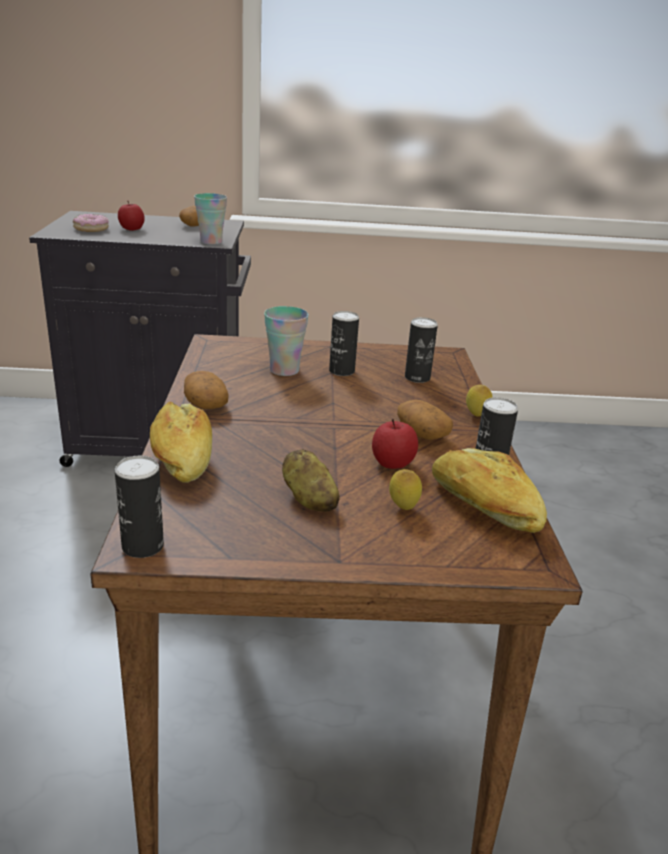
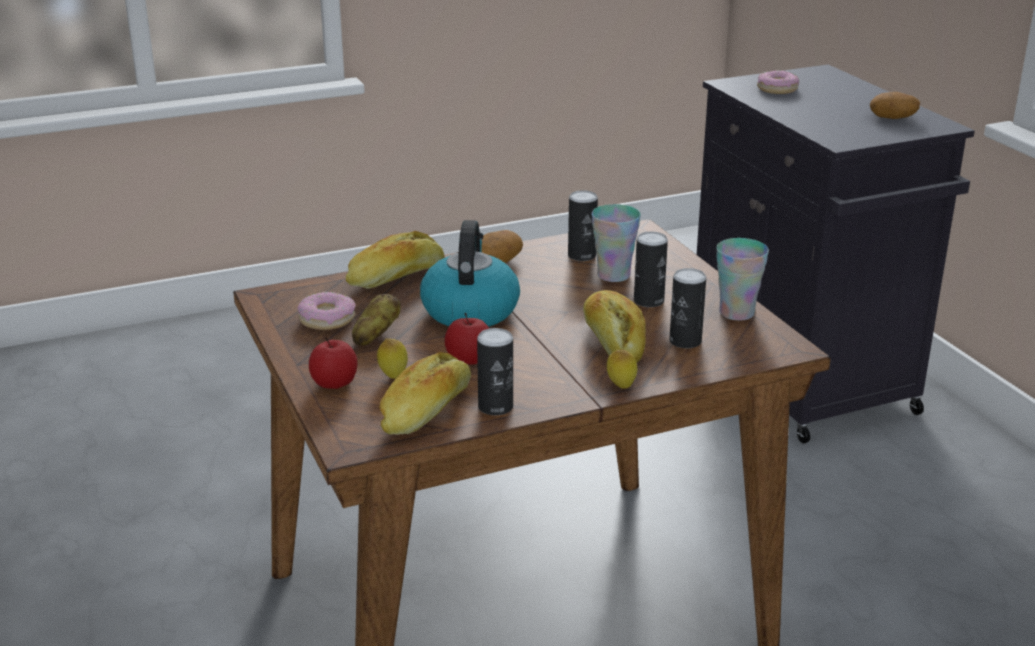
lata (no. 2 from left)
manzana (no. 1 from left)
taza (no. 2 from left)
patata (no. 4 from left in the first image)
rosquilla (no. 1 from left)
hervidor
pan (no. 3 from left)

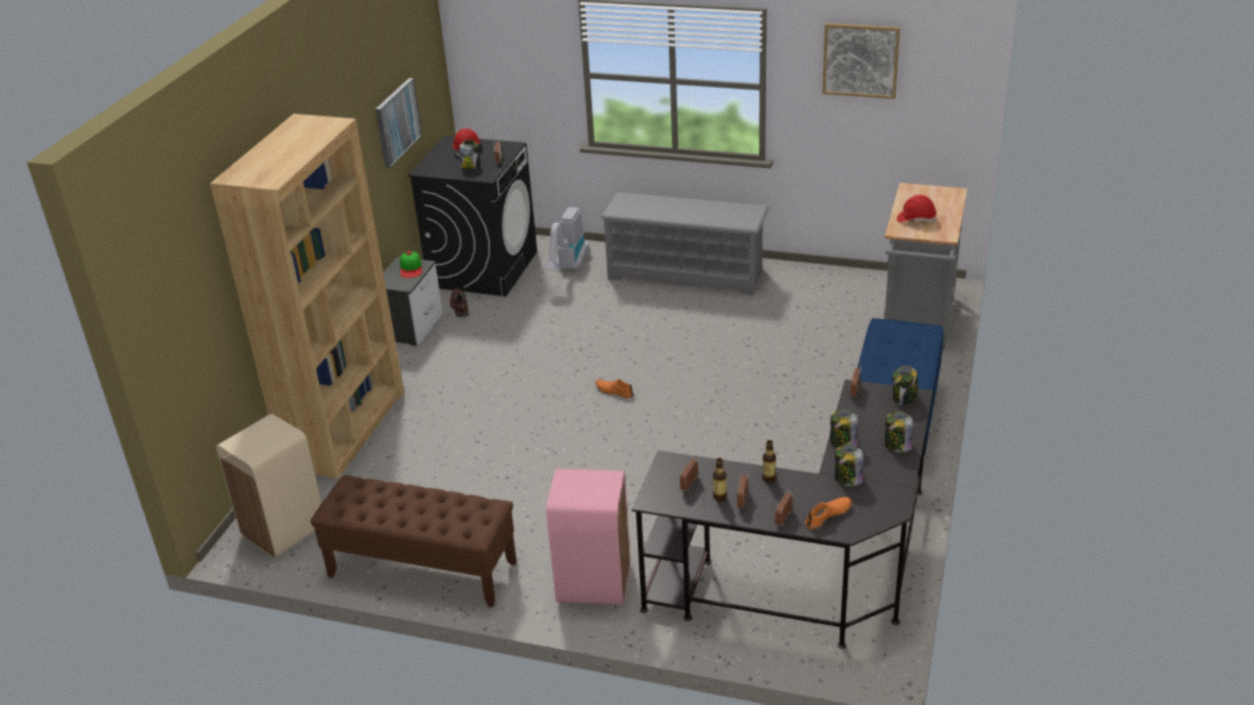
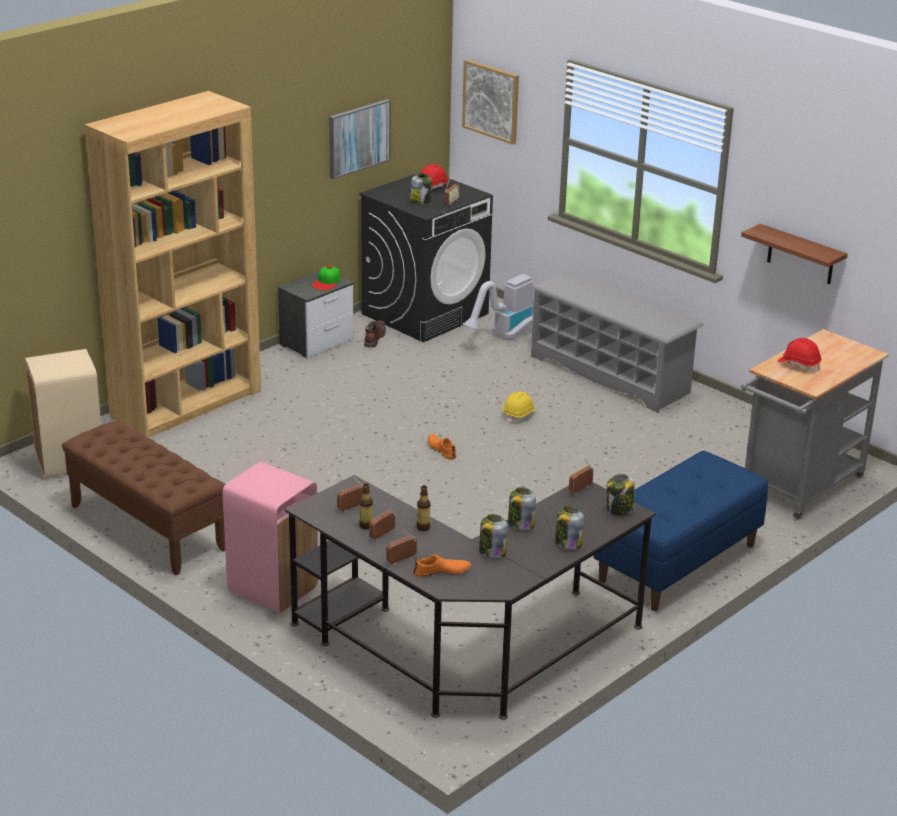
cuadro (no. 2 from left)
casco [amarillo]
estante

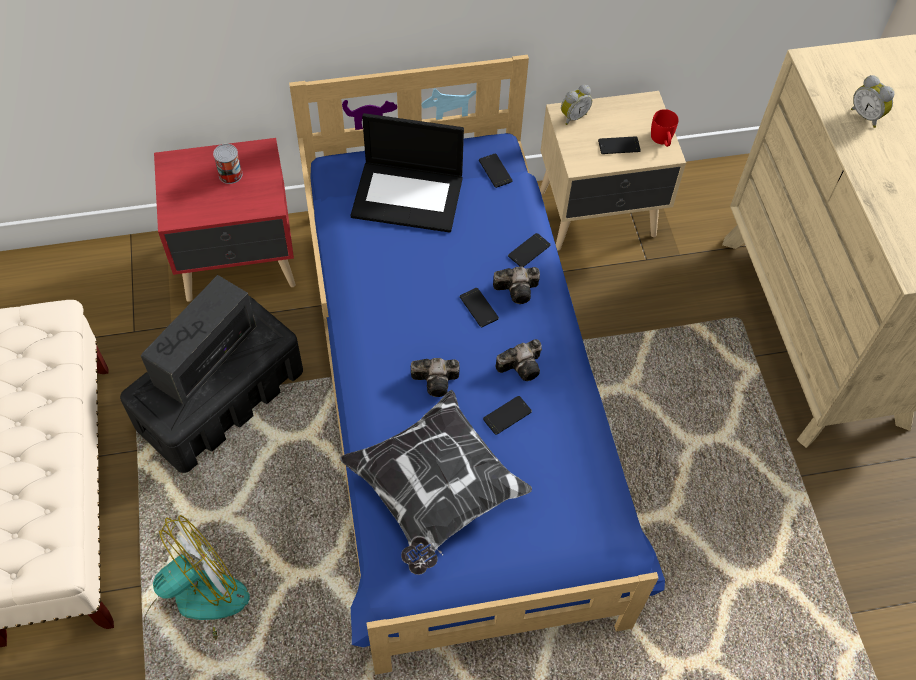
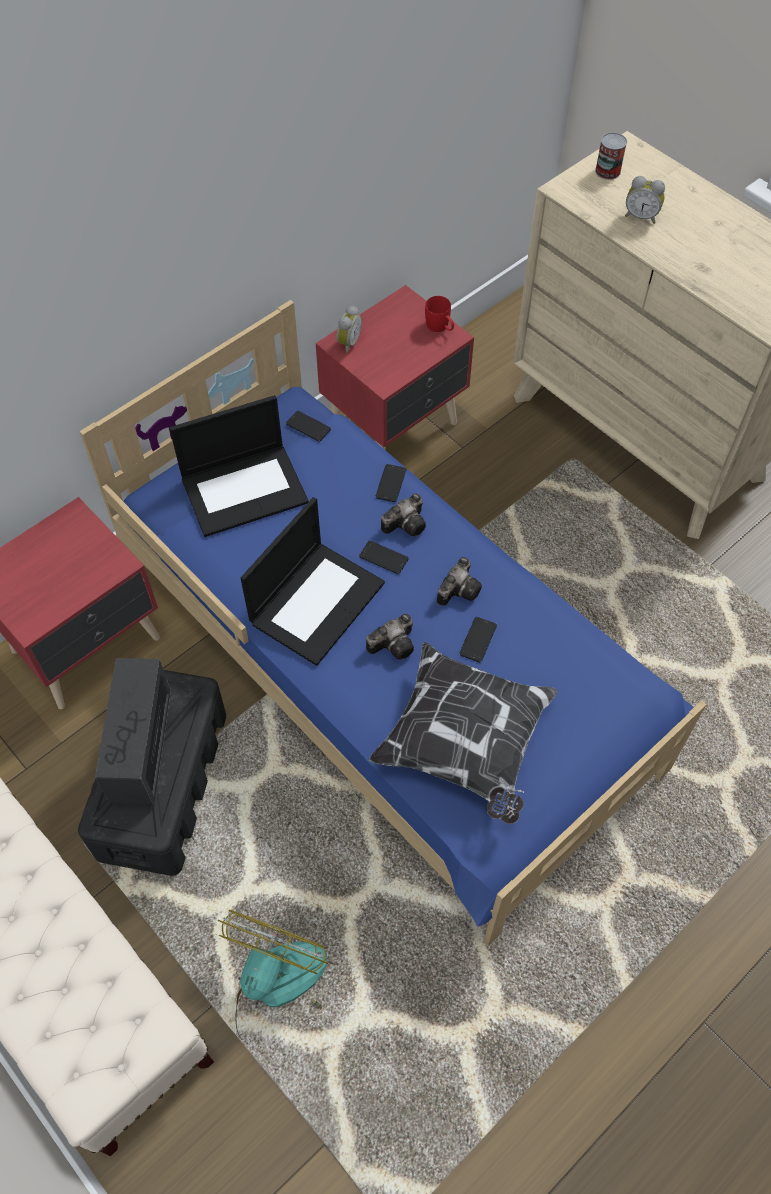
lata
mesita de noche [rojo] (no. 2 from left)
móvil (no. 5 from left in the first image)
portátil (no. 2 from left)

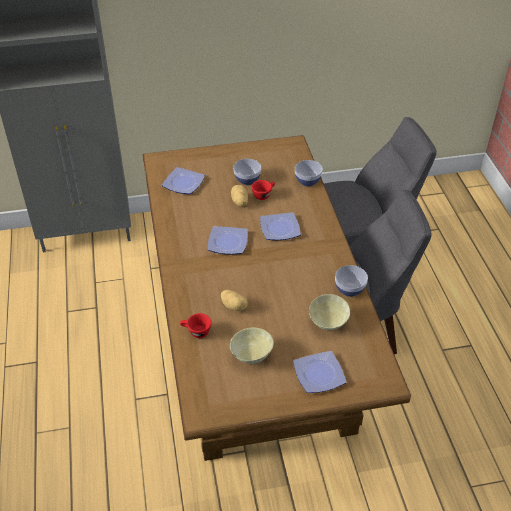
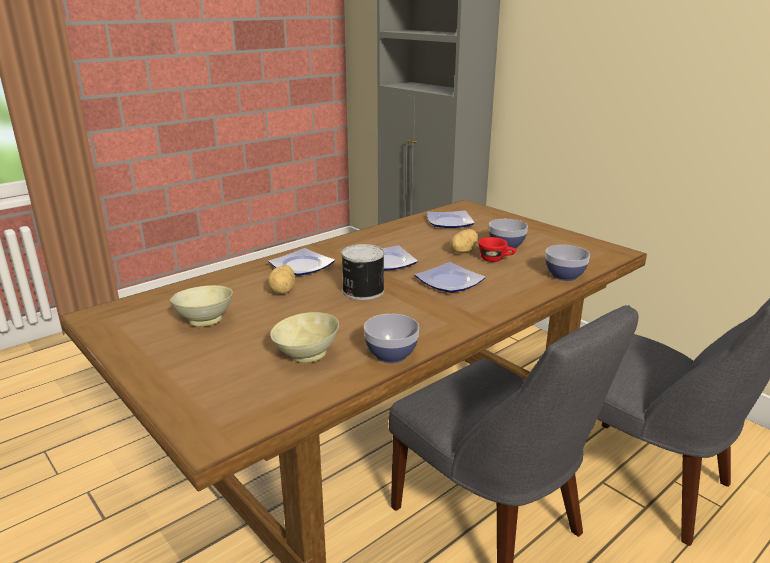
taza [rojo] (no. 1 from left in the first image)
plato (no. 1 from left)
lata

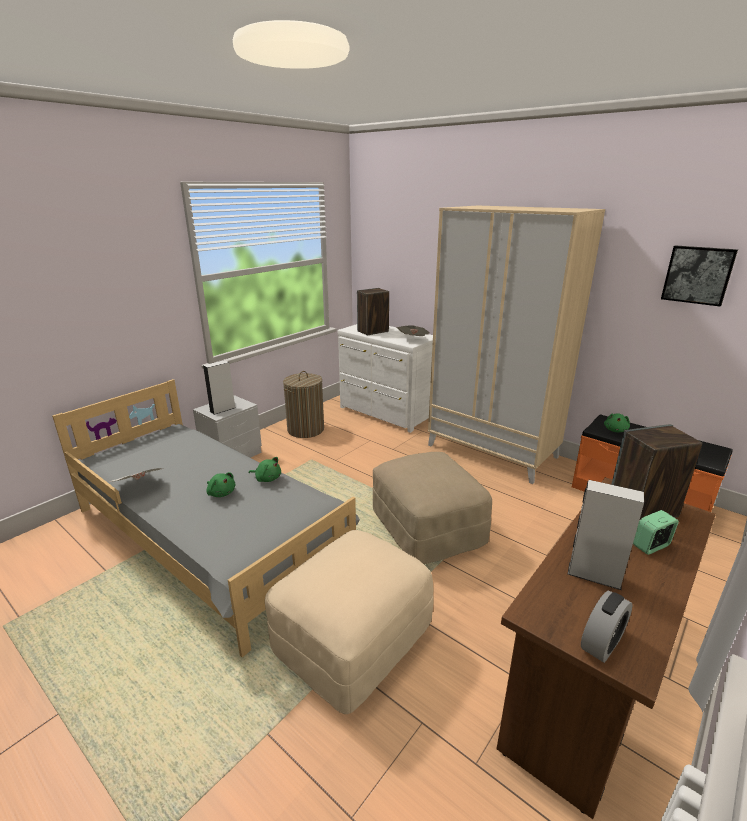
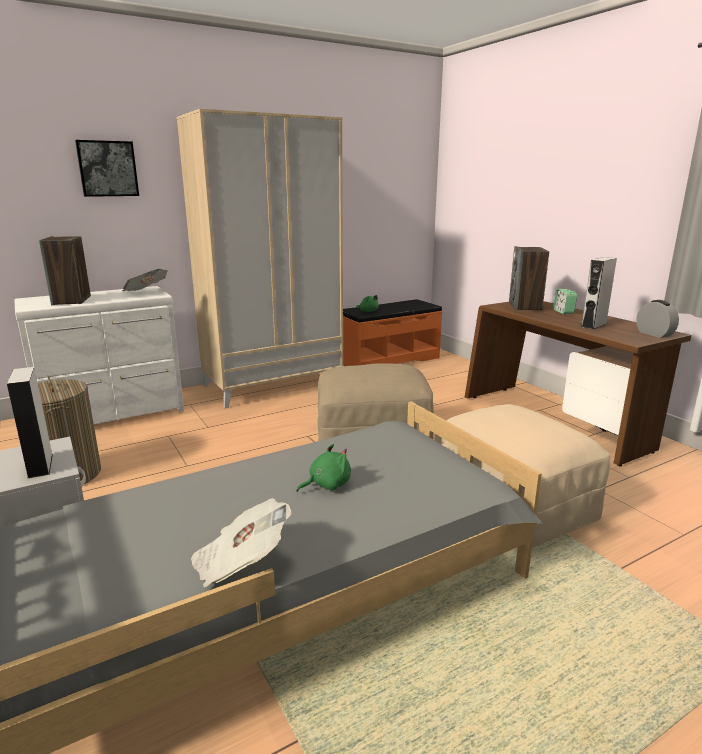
peluche [verde] (no. 2 from left in the first image)
cuadro

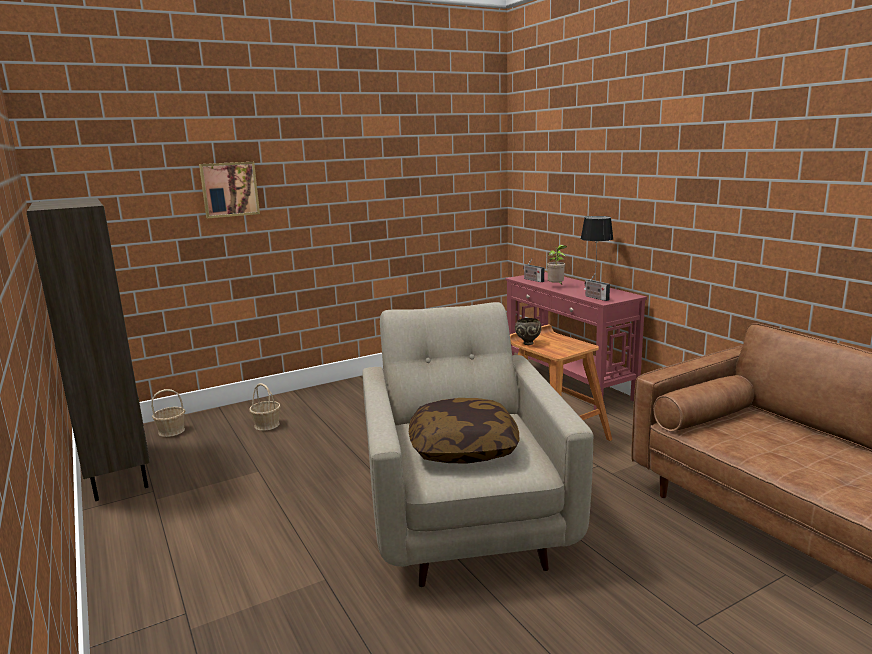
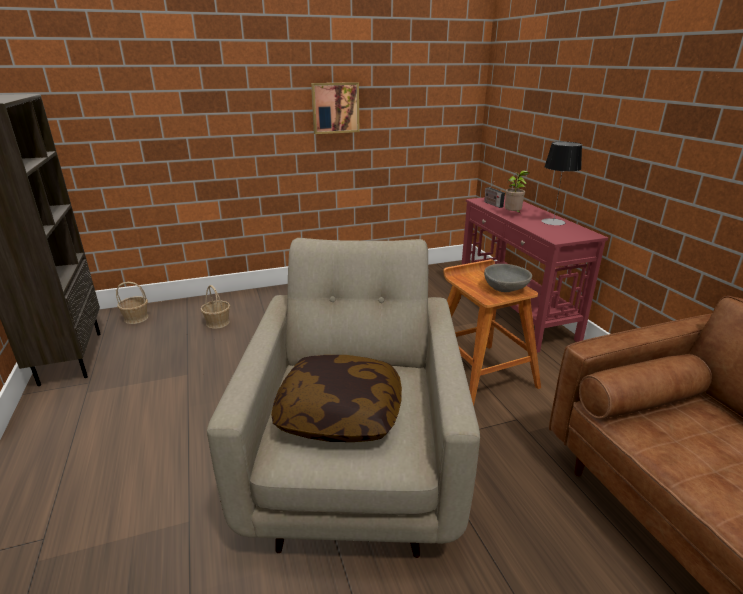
cuadro
cuenco [marrón]
radio (no. 2 from left in the first image)
cuenco [gris]

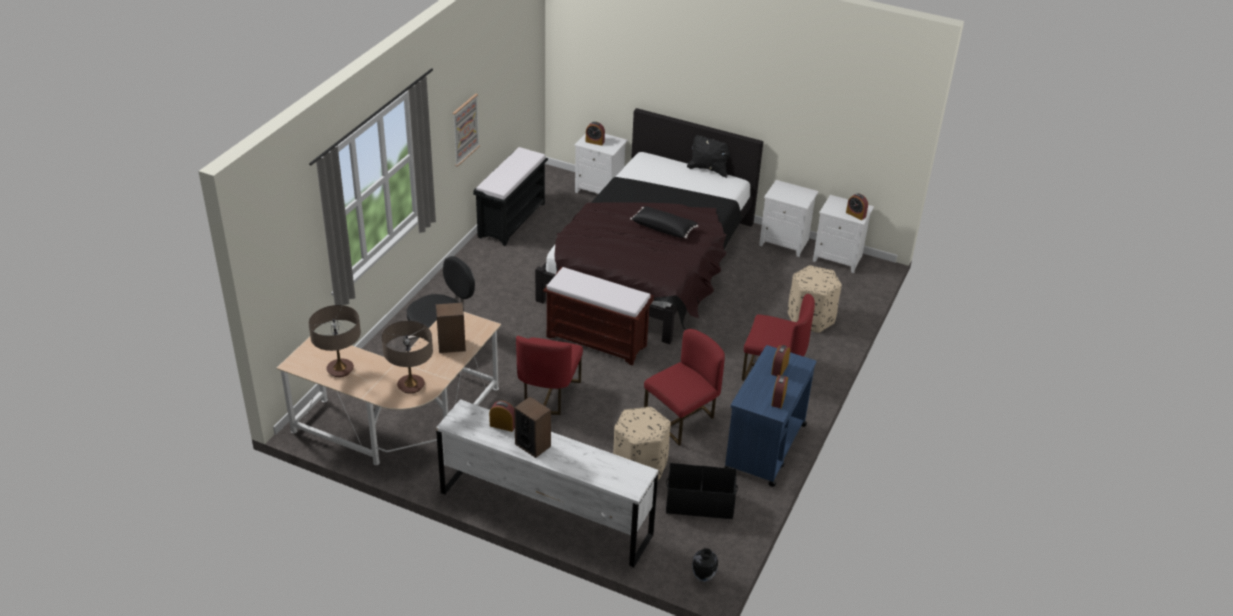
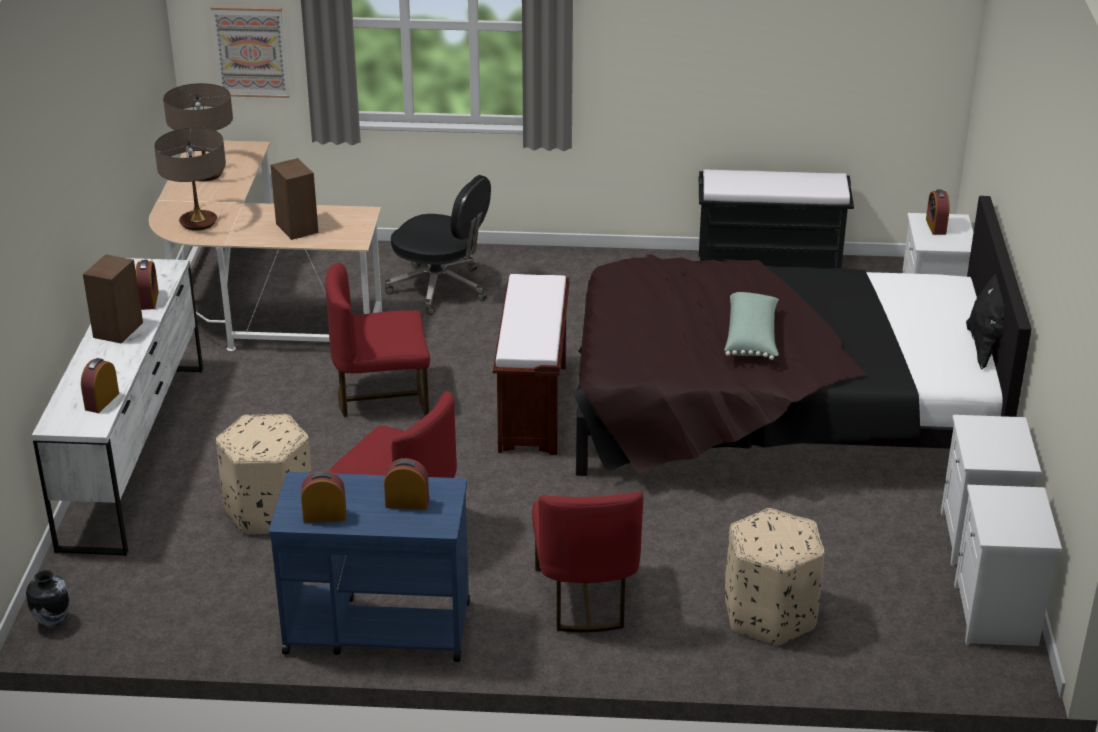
cuadro
cojín [verde]
caja de almacenaje [negro]
despertador (no. 1 from left)

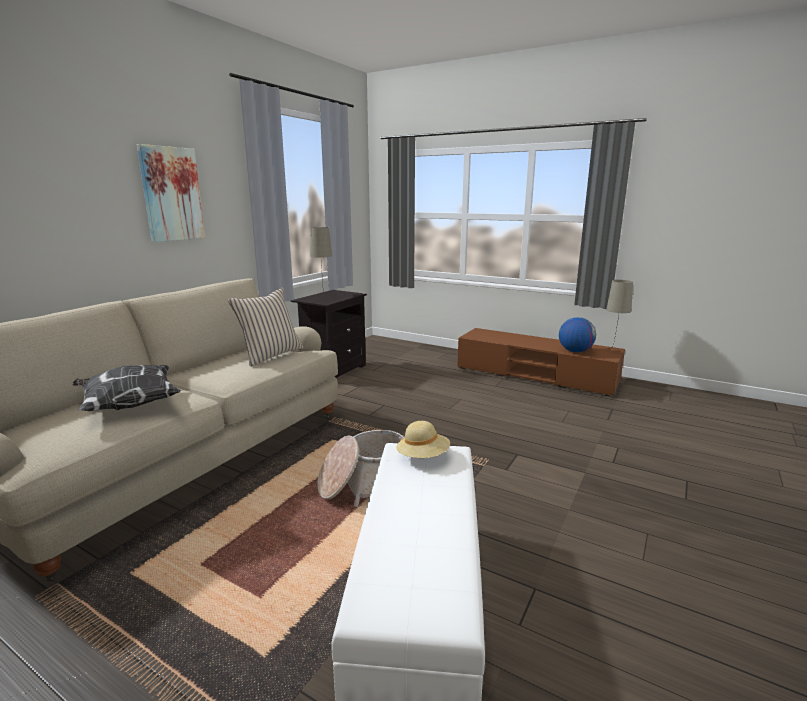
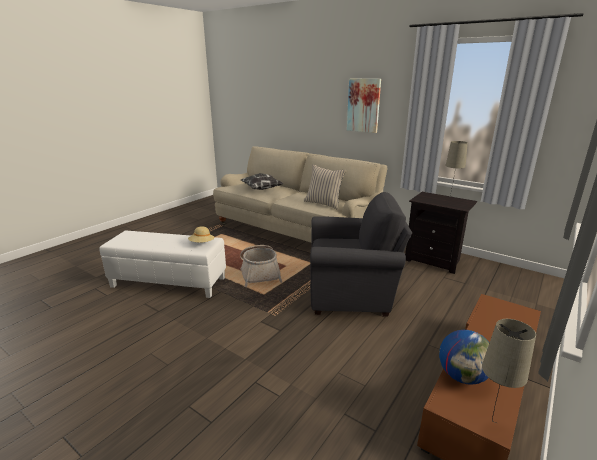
sillón [gris]

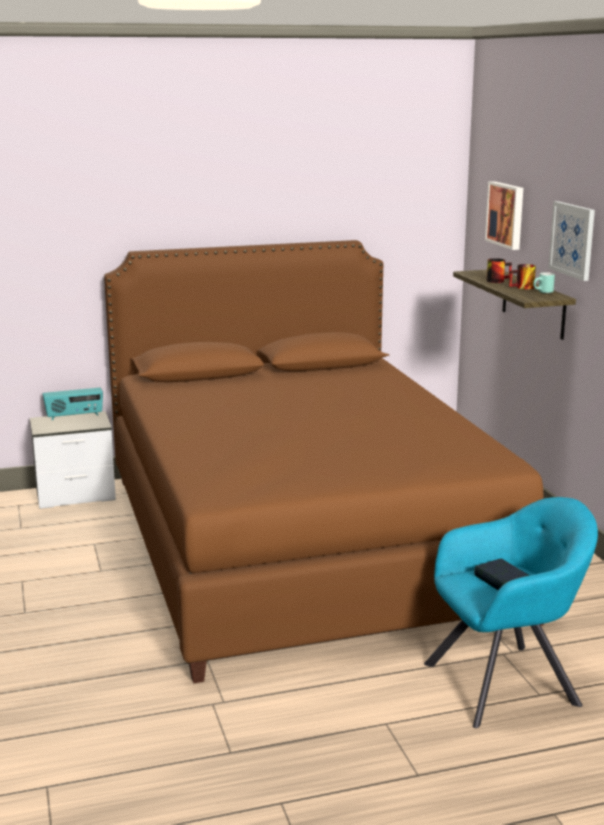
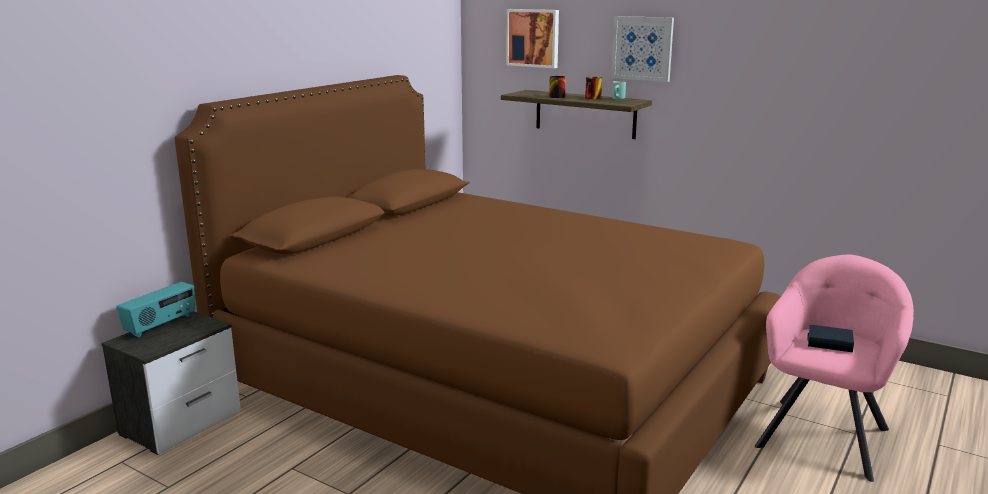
sillón [rosa]

